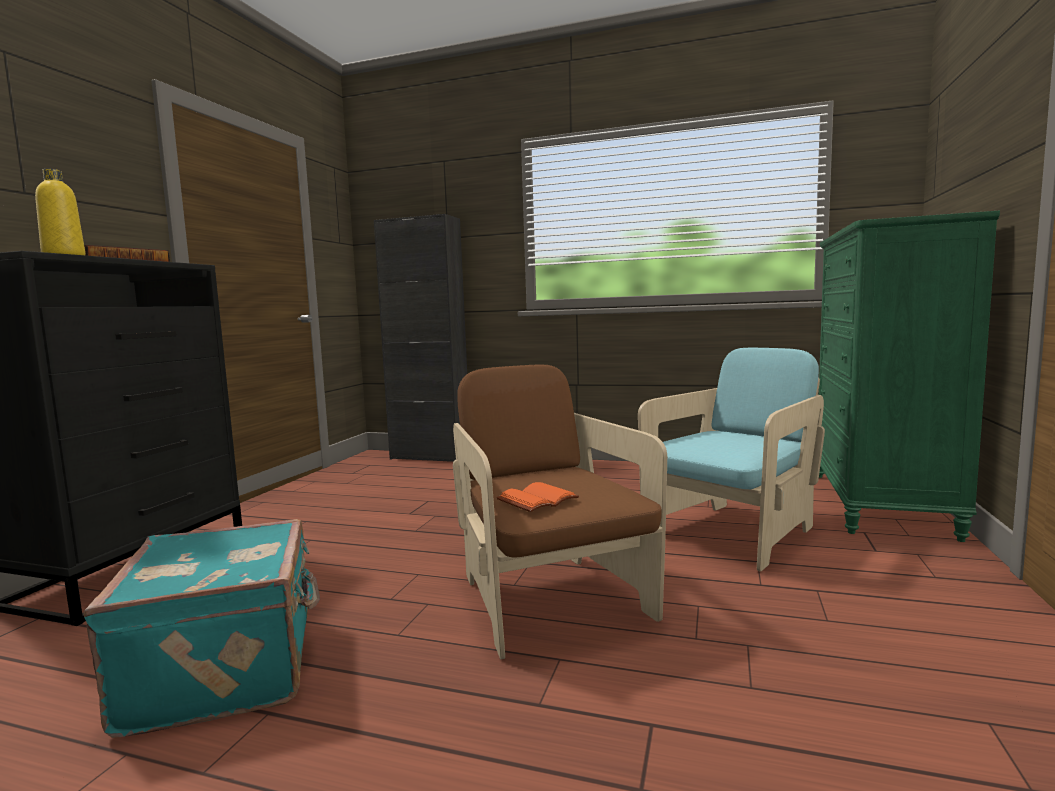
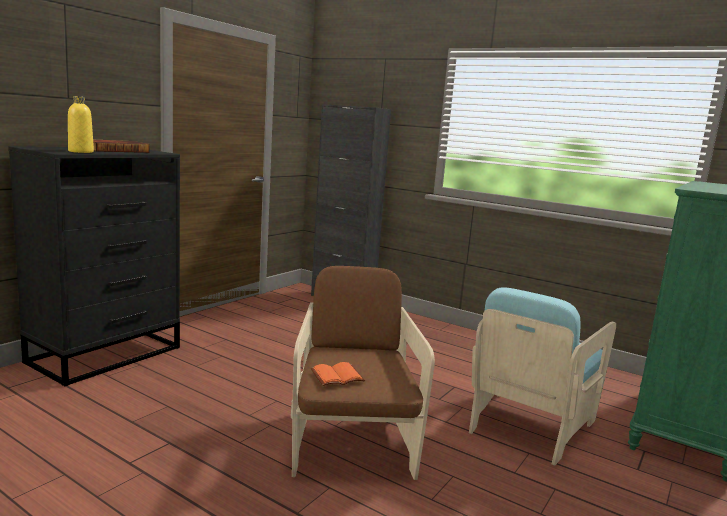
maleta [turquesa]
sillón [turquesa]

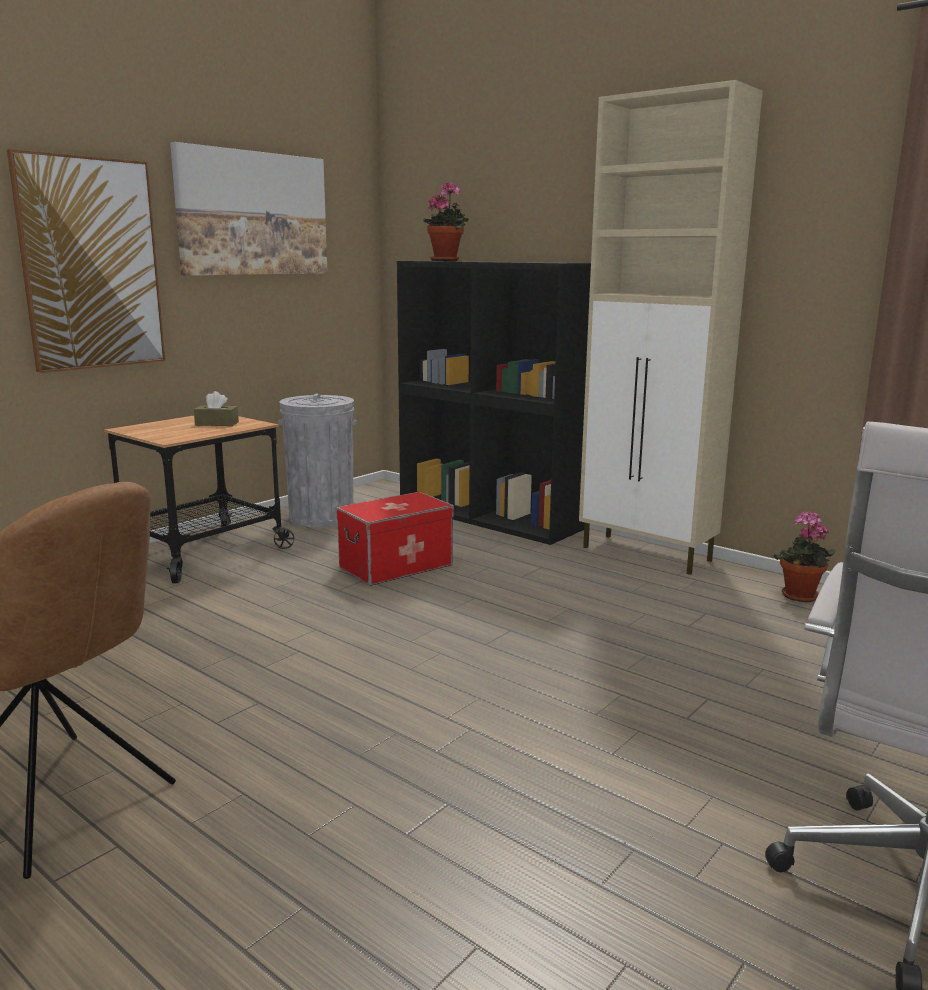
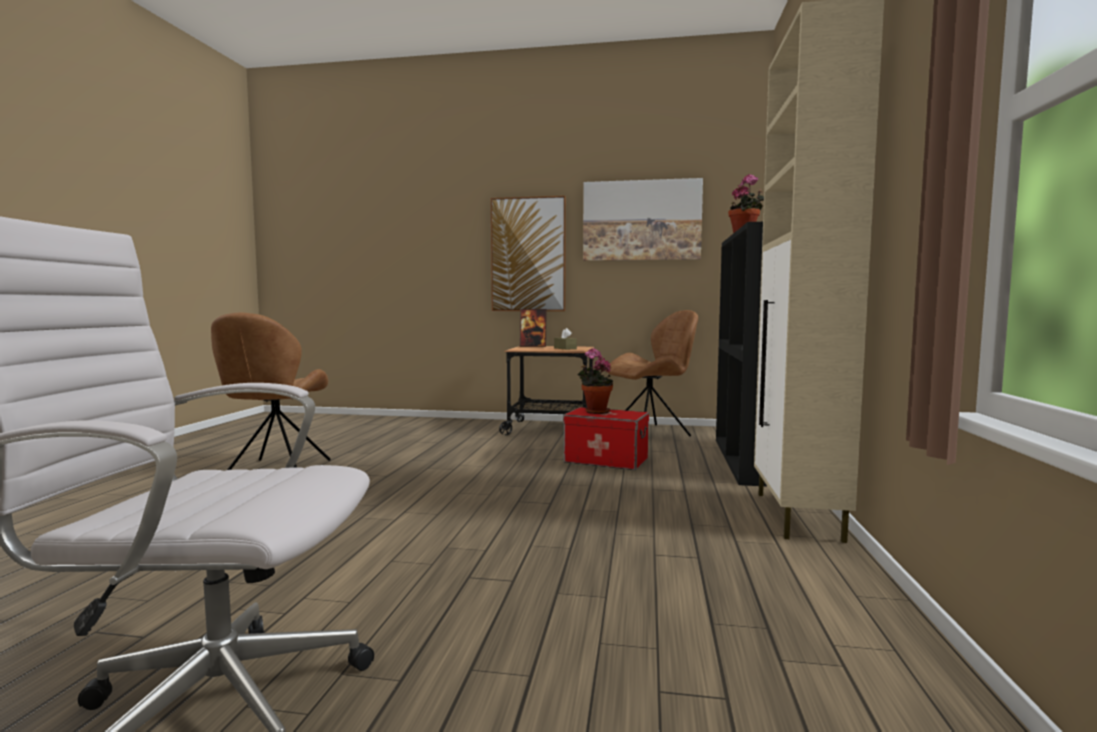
silla [marrón] (no. 2 from left)
planta en maceta (no. 1 from left)
portarretratos

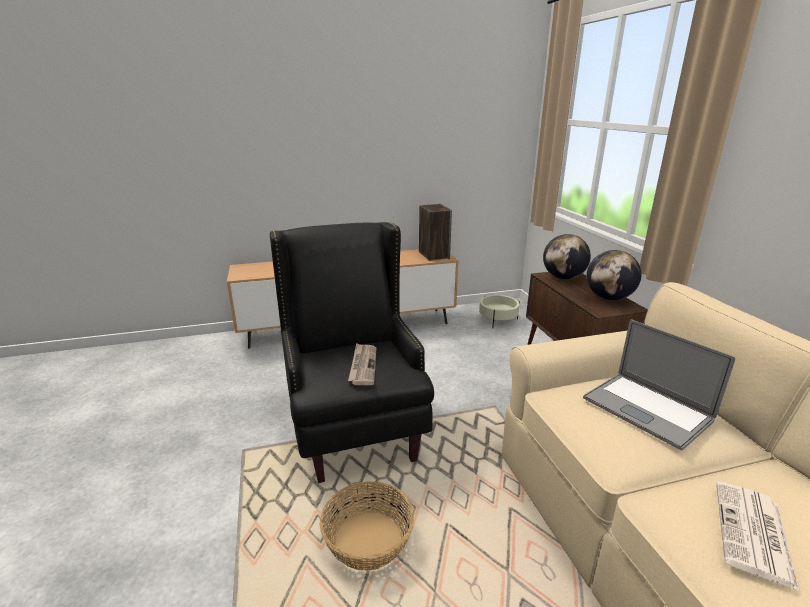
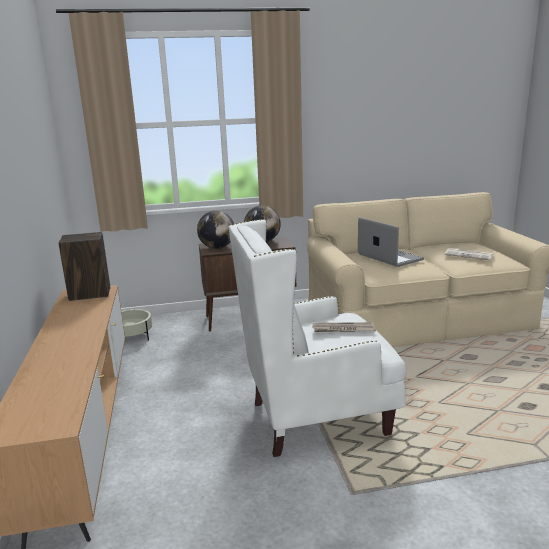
sillón [blanco]
cesta
portátil

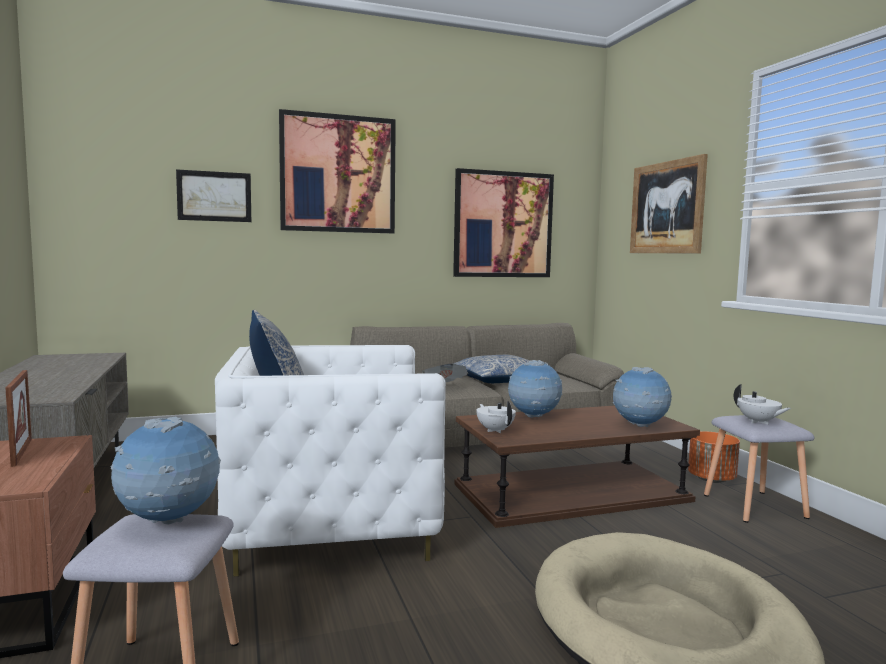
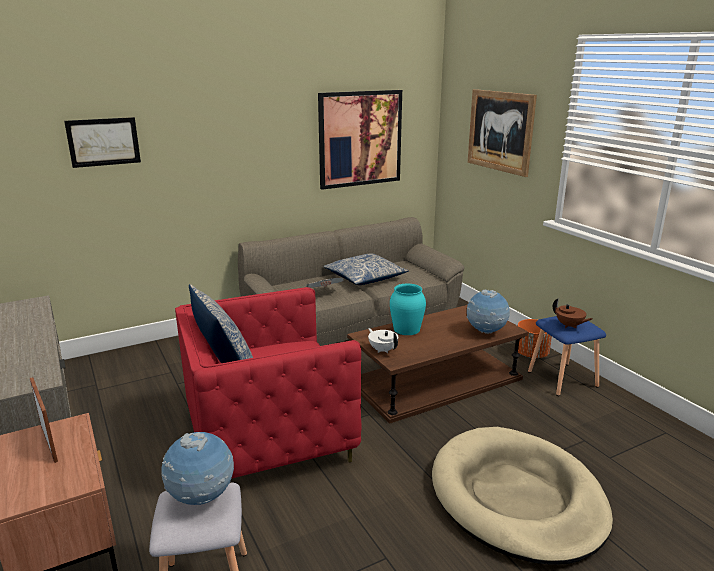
sillón [rojo]
cuadro (no. 2 from left in the first image)
florero [turquesa]
taburete [azul]
tetera [marrón]

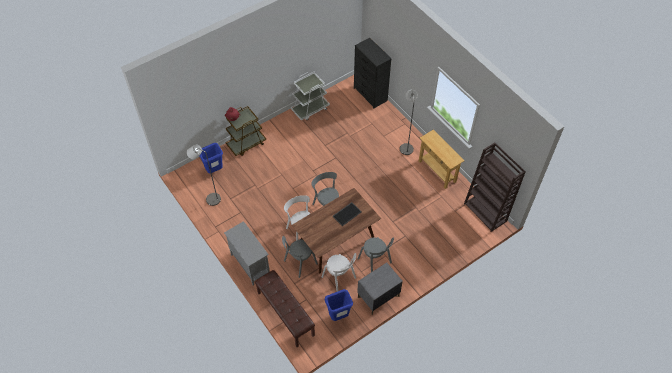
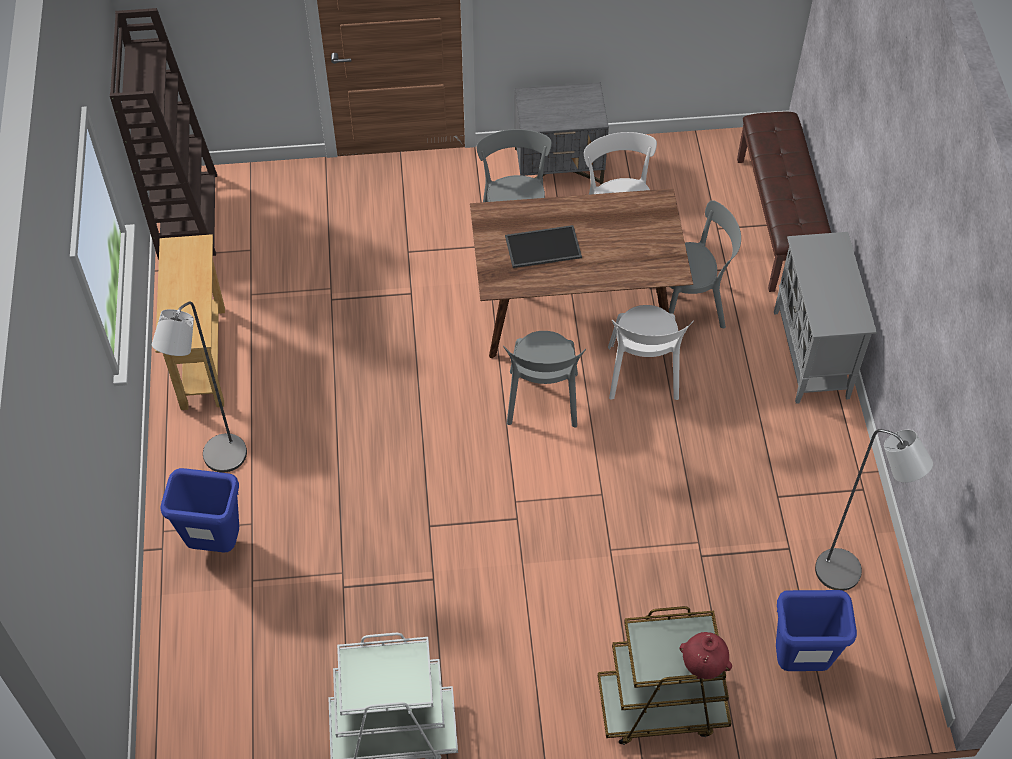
papelera [azul] (no. 1 from left)
cómoda [negro]

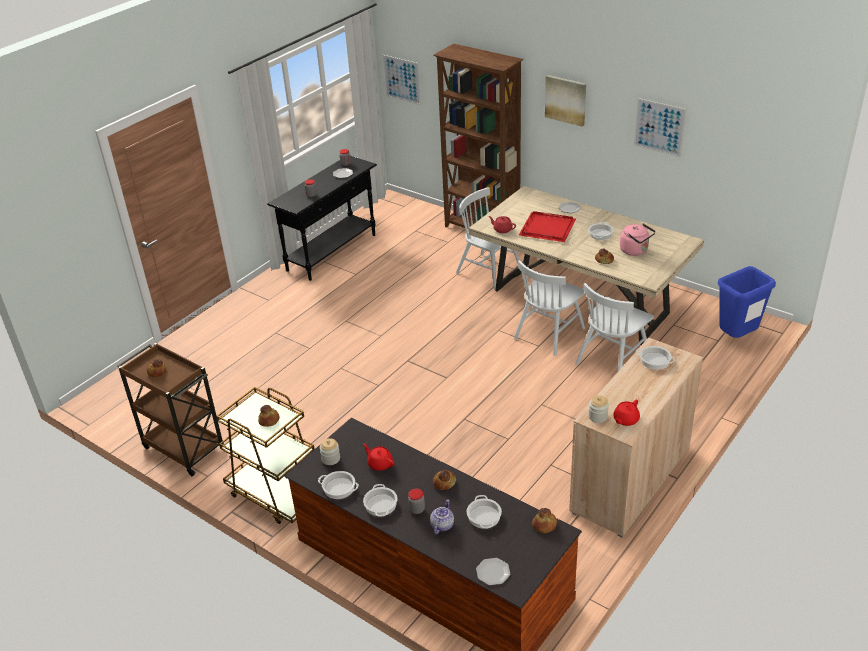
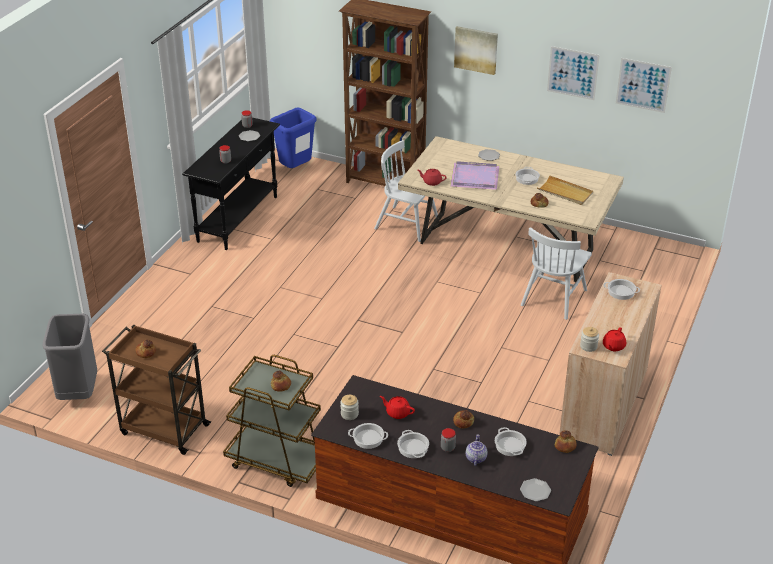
cuadro (no. 3 from left)
silla [blanco] (no. 2 from left in the first image)
bandeja [morado]
bandeja [beis]
papelera [azul]
papelera [gris]

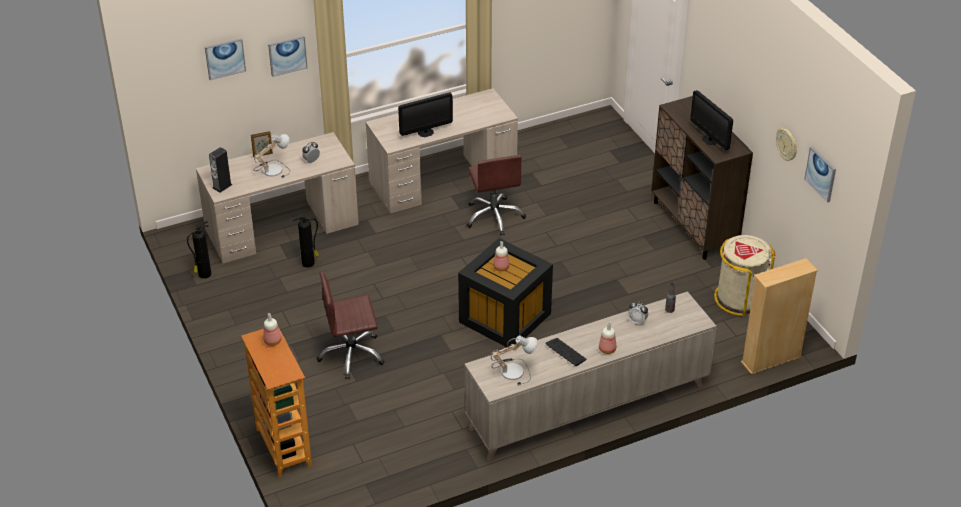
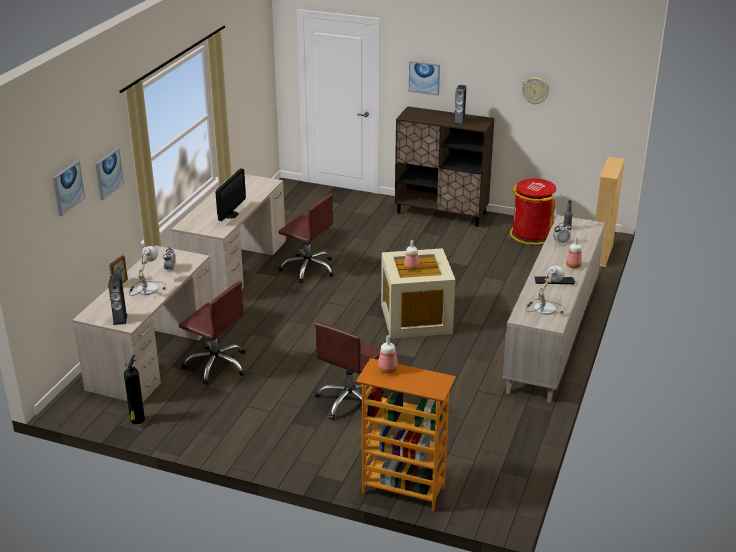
silla de oficina [marrón] (no. 1 from left)
caja de almacenaje [beis]
altavoz (no. 2 from left)
papelera [rojo]
cuadro (no. 3 from left)

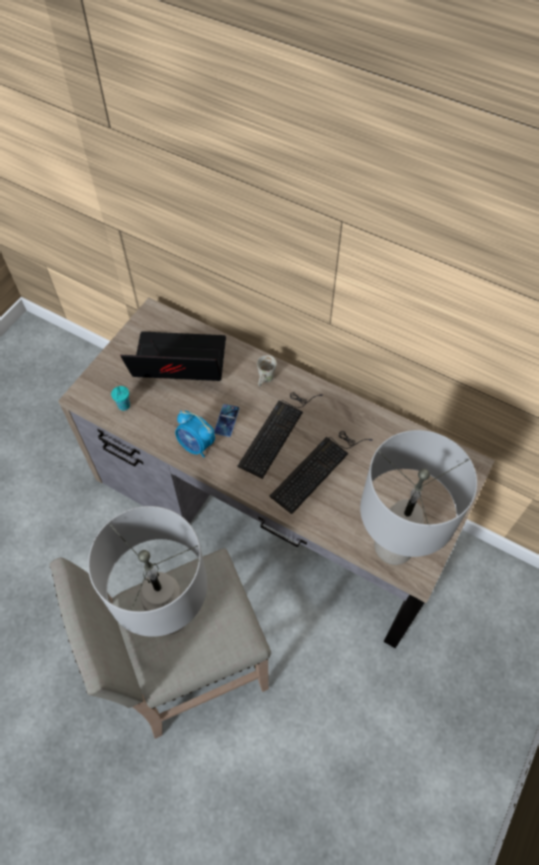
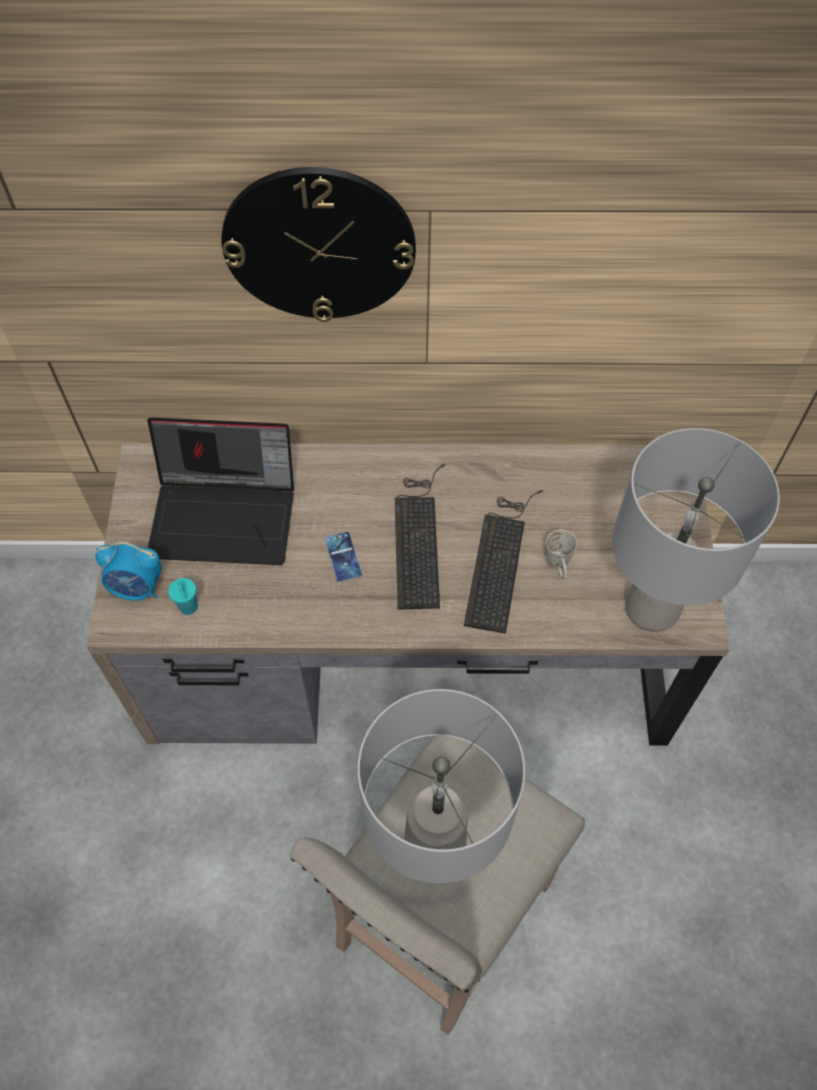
portátil
despertador
taza grande [blanco]
reloj de pared

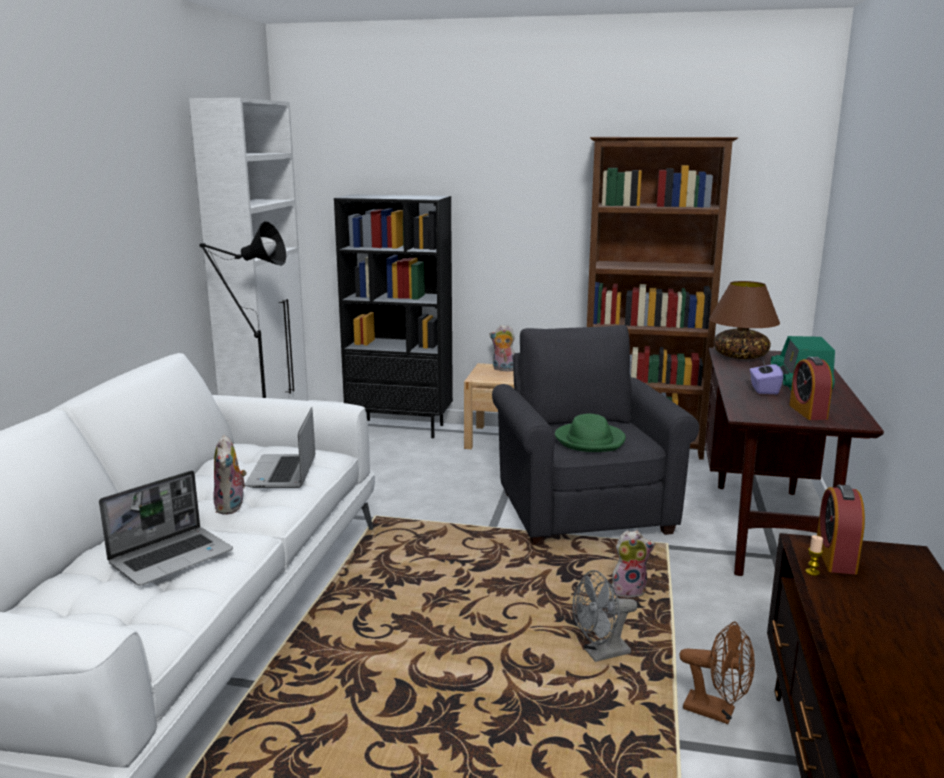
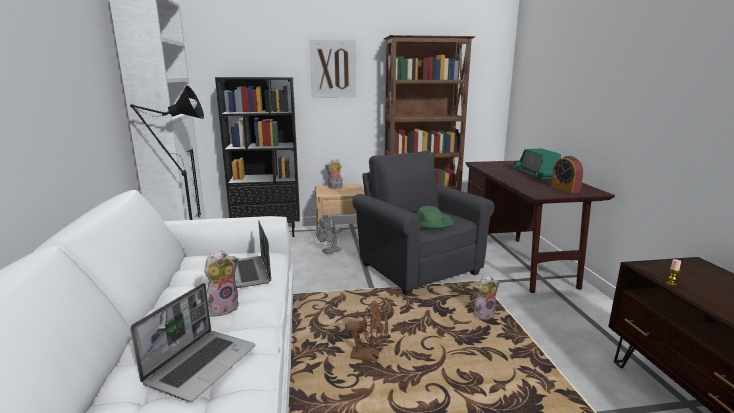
peluche (no. 1 from left)
ventilador [gris]
ventilador [marrón]
lámpara de mesa [marrón]
caja de pañuelos [morado]
despertador (no. 2 from left in the first image)
cuadro

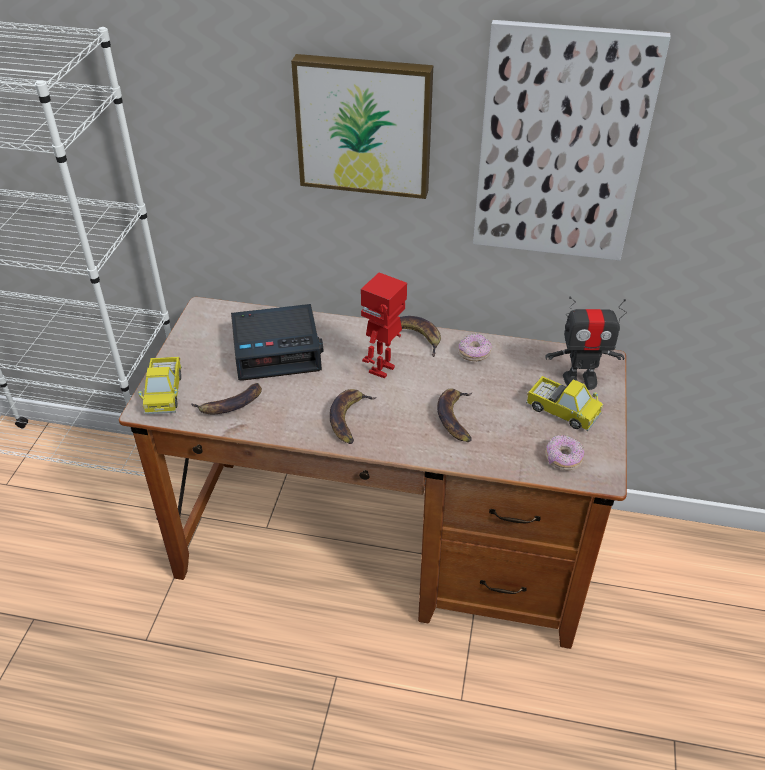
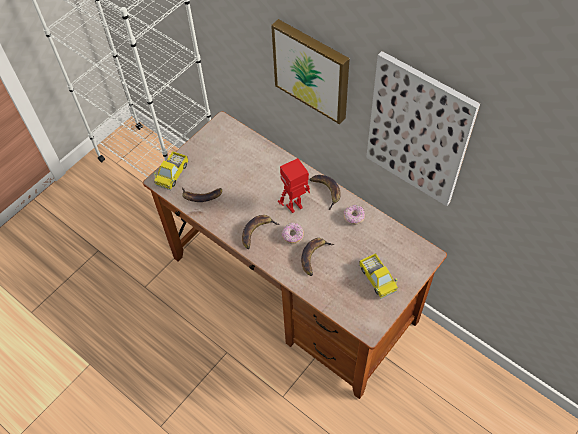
despertador
robot de juguete (no. 2 from left in the first image)
rosquilla (no. 1 from left)

